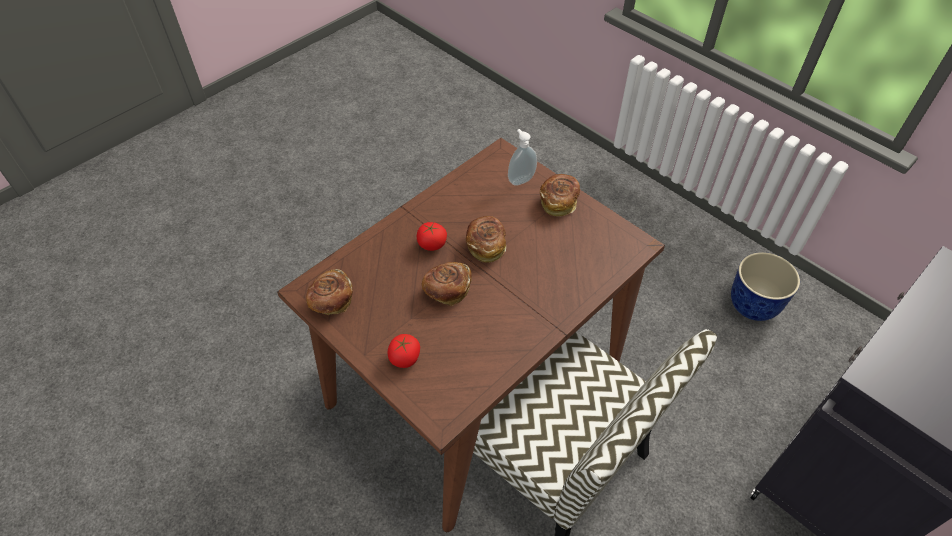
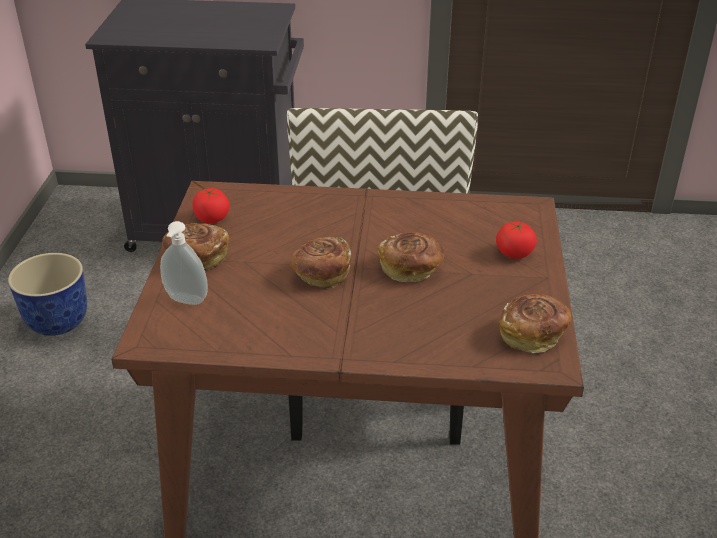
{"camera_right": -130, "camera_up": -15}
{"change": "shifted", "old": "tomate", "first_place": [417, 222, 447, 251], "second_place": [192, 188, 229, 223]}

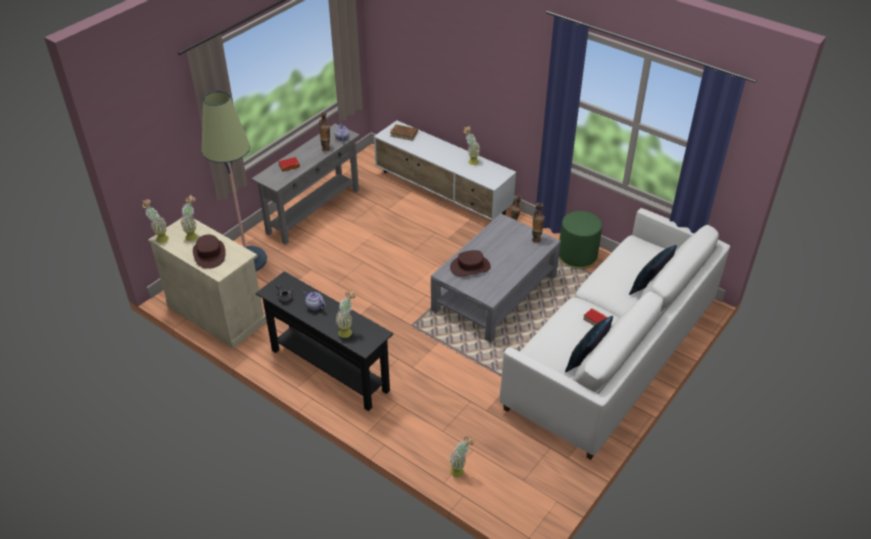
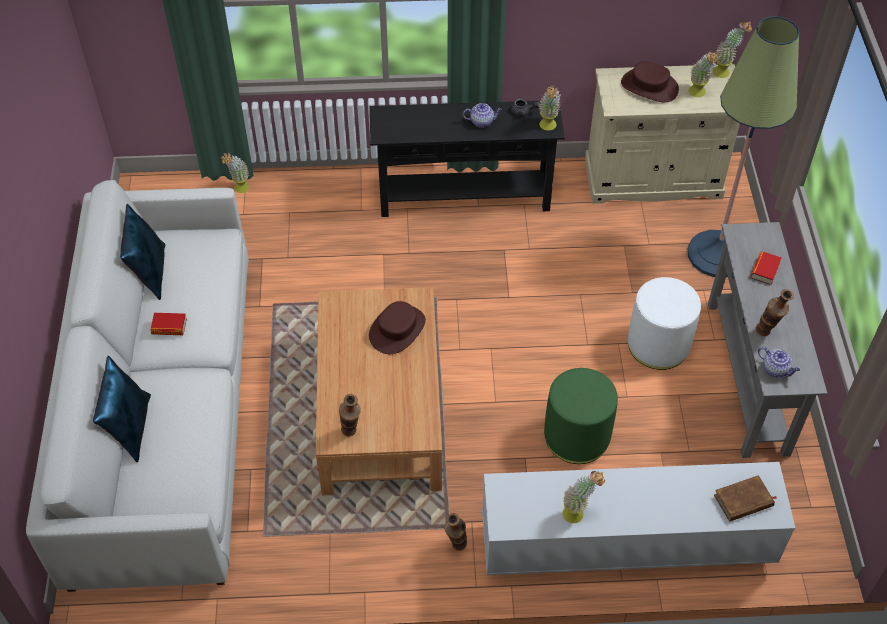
{"camera_right": 140, "camera_up": 10}
{"change": "shifted", "old": "planta en maceta", "first_place": [336, 290, 356, 338], "second_place": [539, 85, 561, 130]}
{"change": "repainted", "old": "mesa de centro (gris)", "new": "mesa de centro (marrón)", "first_place": [431, 214, 561, 343], "second_place": [316, 287, 442, 495]}
{"change": "shifted", "old": "puf (verde)", "first_place": [559, 211, 602, 269], "second_place": [544, 368, 618, 464]}
{"change": "new", "new": "puf (blanco)", "second_place": [628, 277, 701, 370]}

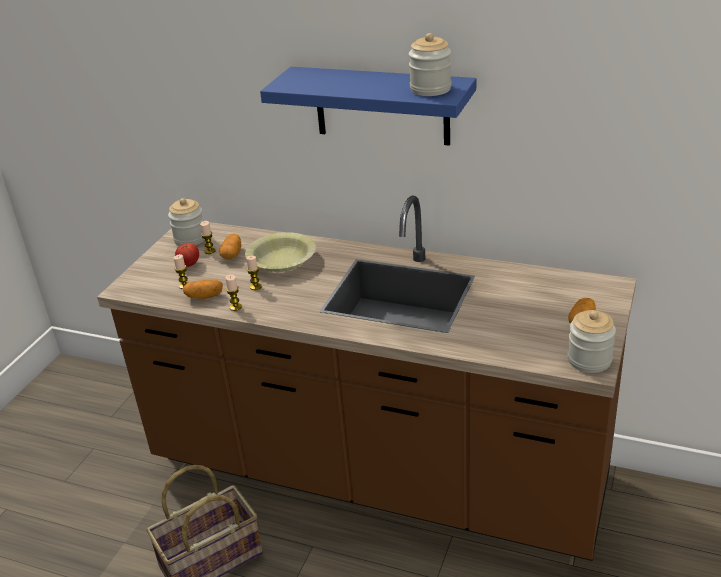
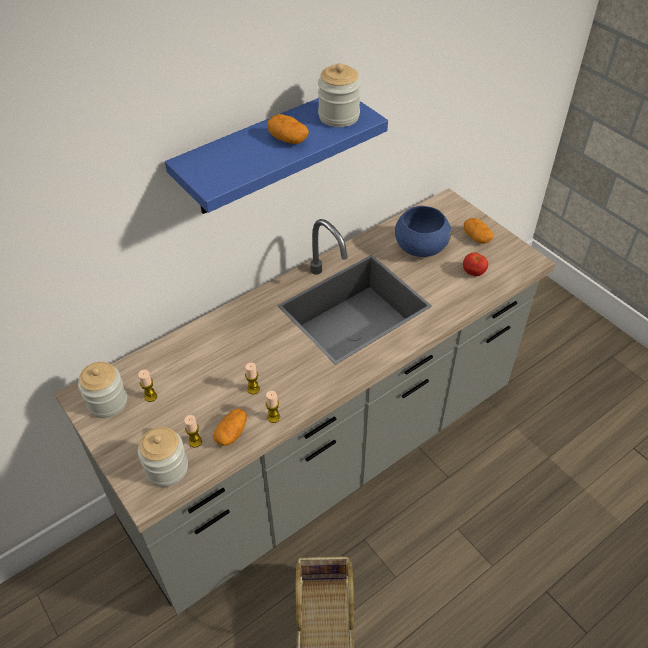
{"camera_right": -60, "camera_up": 15}
{"change": "repainted", "old": "mueble bajo de cocina (marrón)", "new": "mueble bajo de cocina (gris)", "first_place": [97, 196, 636, 561], "second_place": [54, 188, 555, 615]}
{"change": "shifted", "old": "tomate", "first_place": [175, 243, 199, 267], "second_place": [463, 252, 488, 276]}
{"change": "shifted", "old": "patata", "first_place": [219, 234, 242, 259], "second_place": [267, 114, 309, 144]}
{"change": "gone", "old": "cuenco (amarillo)", "first_place": [245, 232, 316, 272]}
{"change": "shifted", "old": "tarro", "first_place": [567, 310, 616, 373], "second_place": [138, 427, 188, 487]}
{"change": "new", "new": "cuenco (azul)", "second_place": [395, 206, 451, 257]}

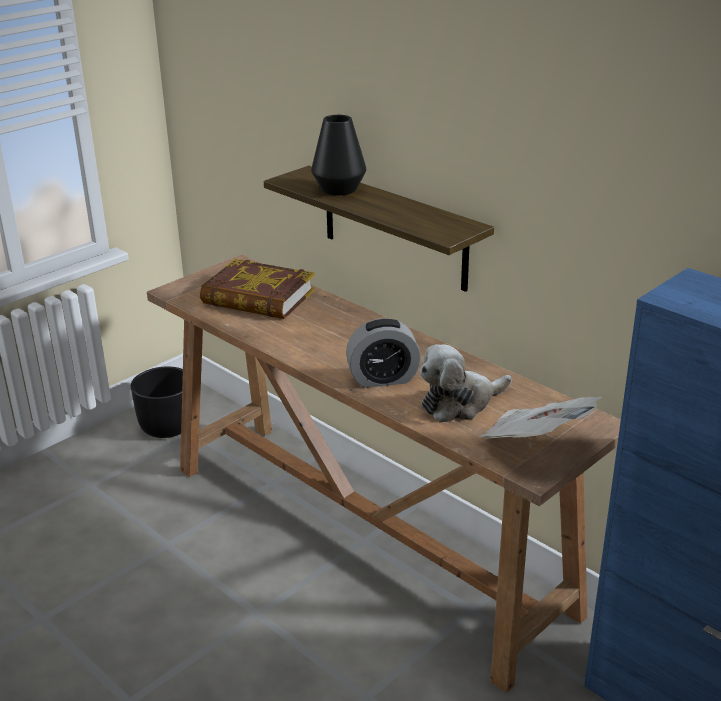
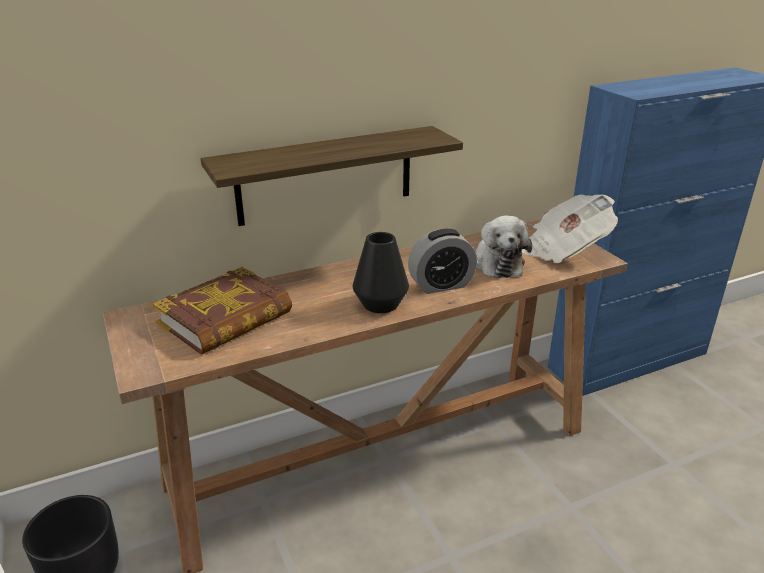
{"camera_right": -70, "camera_up": 0}
{"change": "shifted", "old": "florero (negro)", "first_place": [311, 115, 366, 196], "second_place": [353, 232, 409, 313]}
{"change": "rotated", "old": "despertador", "first_place": [346, 318, 421, 388], "second_place": [408, 229, 477, 294], "degrees": 60}

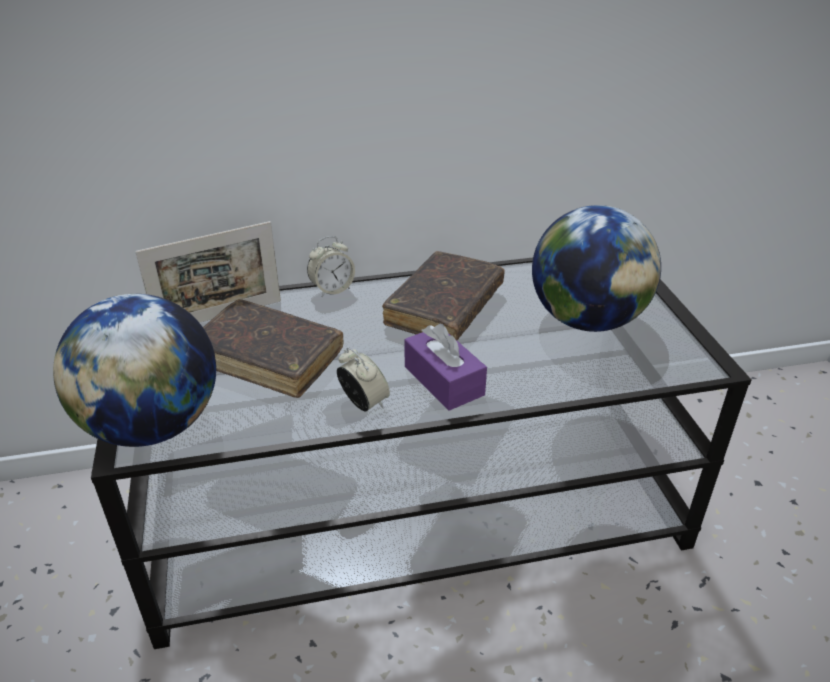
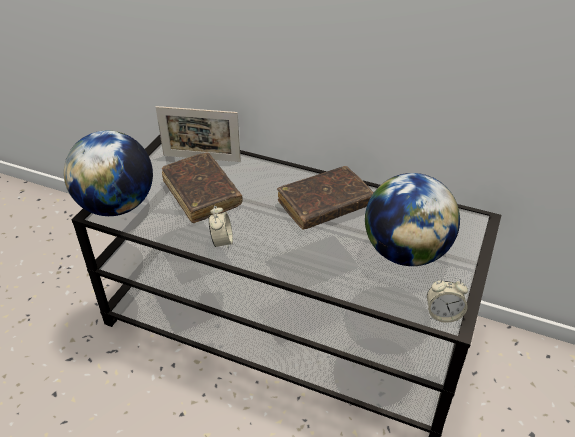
{"camera_right": 35, "camera_up": 5}
{"change": "shifted", "old": "despertador", "first_place": [307, 236, 355, 297], "second_place": [427, 277, 468, 323]}
{"change": "gone", "old": "caja de pañuelos (morado)", "first_place": [404, 324, 487, 411]}

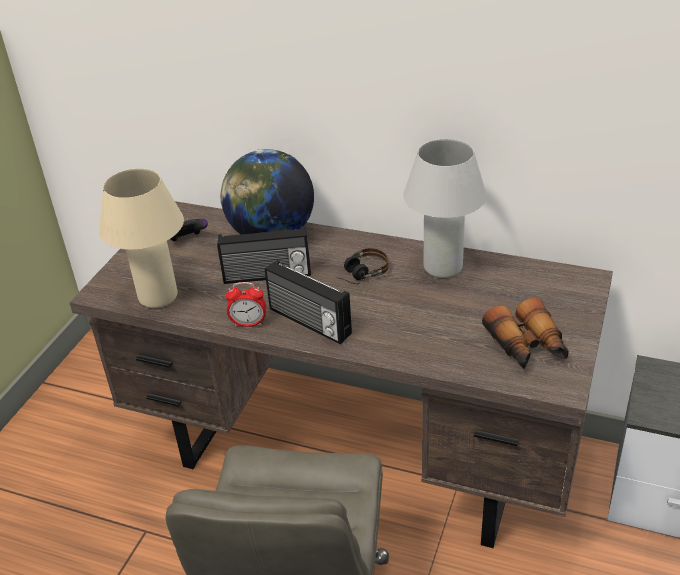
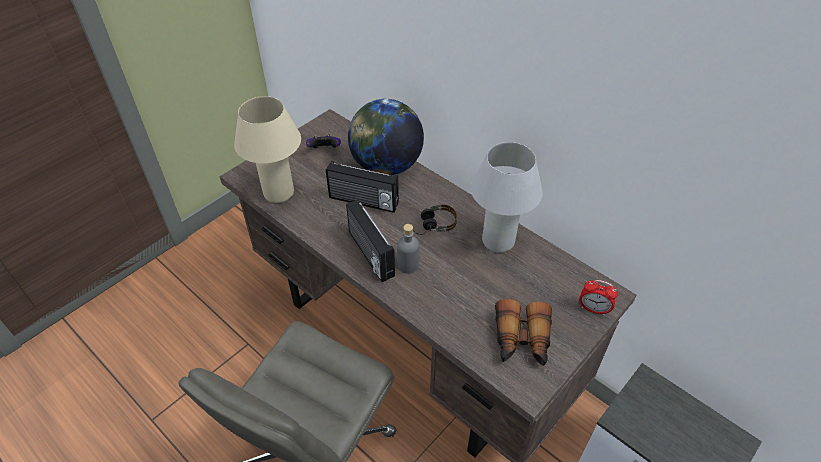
{"camera_right": 20, "camera_up": 10}
{"change": "shifted", "old": "despertador", "first_place": [226, 282, 266, 327], "second_place": [579, 280, 618, 315]}
{"change": "new", "new": "botella (gris)", "second_place": [397, 224, 419, 274]}

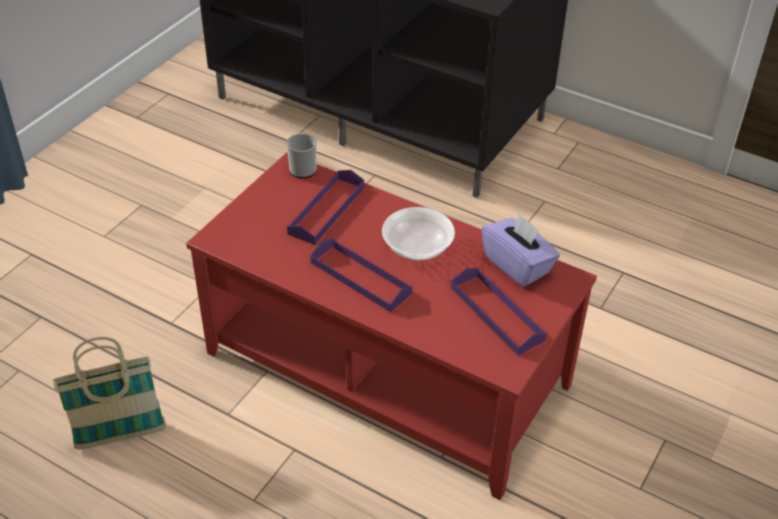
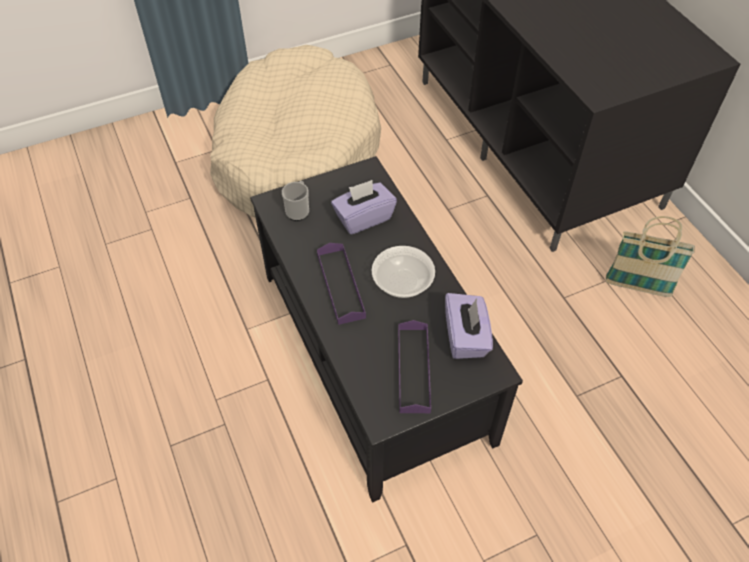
{"camera_right": 35, "camera_up": 10}
{"change": "shifted", "old": "cesta", "first_place": [53, 337, 166, 450], "second_place": [605, 216, 695, 297]}
{"change": "repainted", "old": "mesa de centro (rojo)", "new": "mesa de centro (negro)", "first_place": [186, 152, 597, 500], "second_place": [250, 156, 523, 502]}
{"change": "shifted", "old": "taza grande", "first_place": [286, 133, 317, 178], "second_place": [282, 181, 309, 221]}
{"change": "swapped", "old": "bandeja (morado)", "new": "caja de pañuelos (morado)", "first_place": [287, 170, 364, 245], "second_place": [331, 180, 397, 234]}
{"change": "new", "new": "cama para perro (beis)", "second_place": [210, 45, 381, 218]}

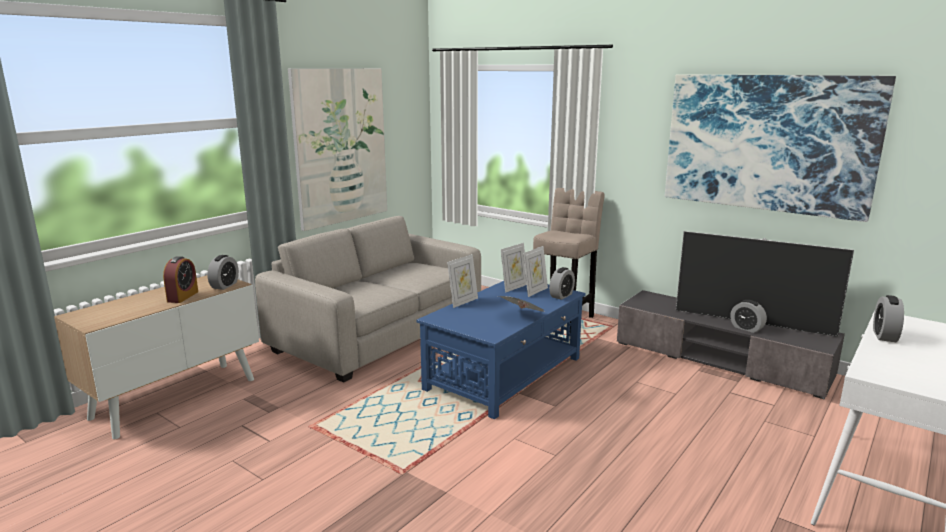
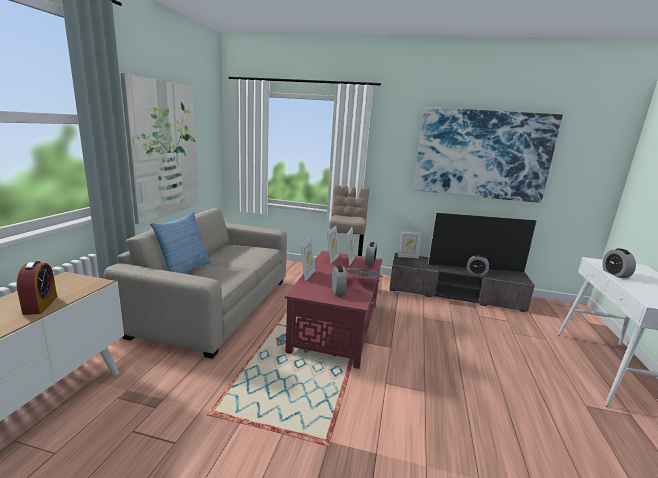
{"camera_right": -25, "camera_up": 0}
{"change": "shifted", "old": "despertador", "first_place": [207, 255, 239, 290], "second_place": [331, 266, 347, 295]}
{"change": "repainted", "old": "mesa de centro (azul)", "new": "mesa de centro (rojo)", "first_place": [417, 281, 586, 419], "second_place": [285, 251, 382, 369]}
{"change": "new", "new": "cojín", "second_place": [150, 211, 212, 274]}
{"change": "new", "new": "portarretratos", "second_place": [398, 231, 421, 258]}

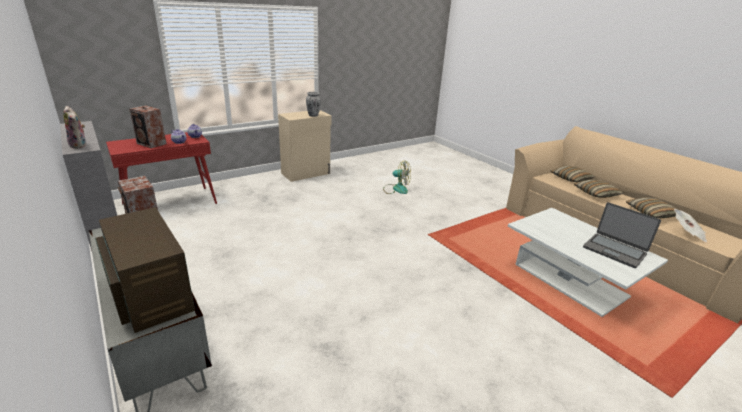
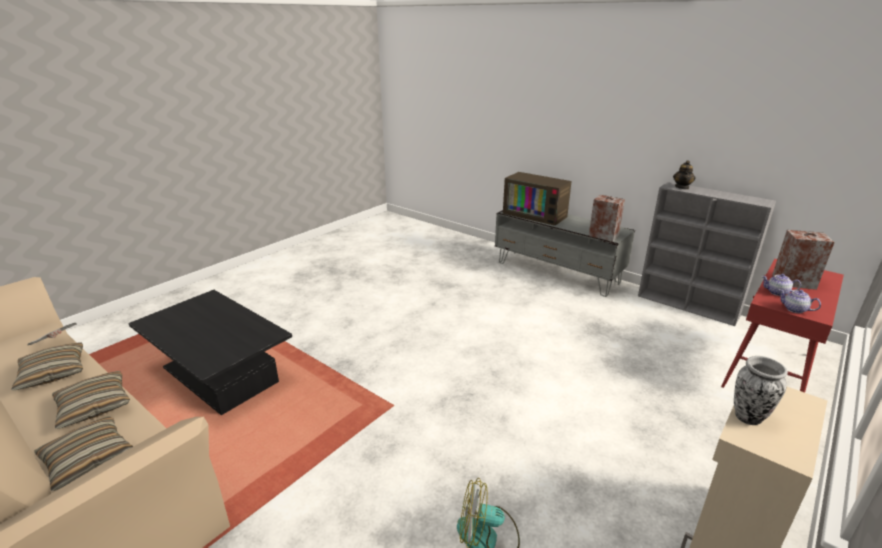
{"camera_right": 165, "camera_up": 0}
{"change": "swapped", "old": "peluche", "new": "tetera", "first_place": [63, 106, 86, 149], "second_place": [673, 160, 696, 189]}
{"change": "repainted", "old": "mesa de centro (blanco)", "new": "mesa de centro (negro)", "first_place": [508, 208, 668, 317], "second_place": [128, 290, 292, 415]}
{"change": "gone", "old": "portátil", "first_place": [583, 202, 661, 268]}

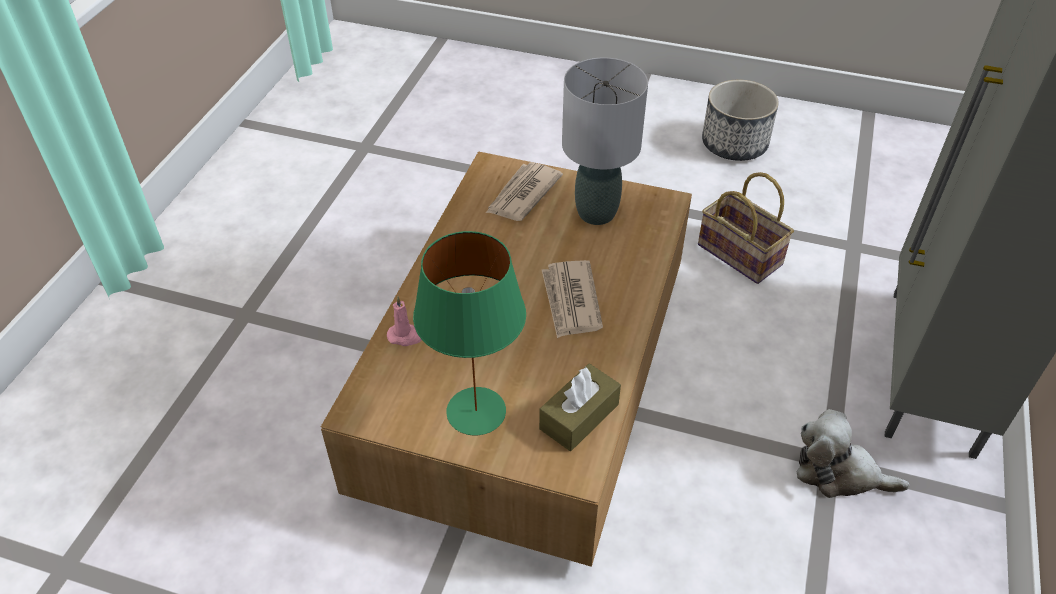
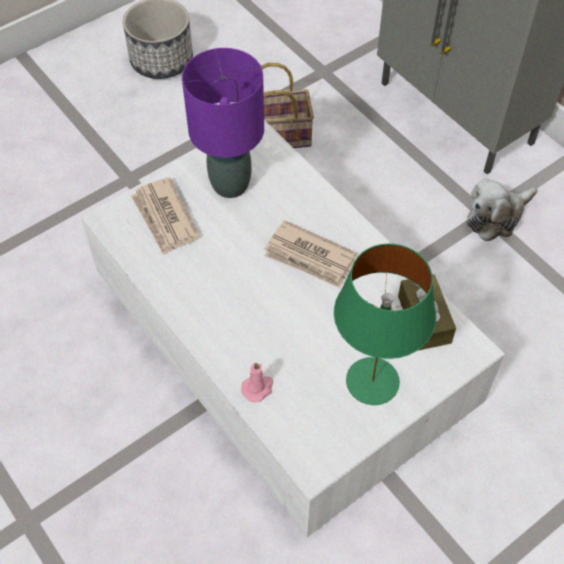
{"camera_right": -55, "camera_up": 10}
{"change": "repainted", "old": "mesa de centro (marrón)", "new": "mesa de centro (blanco)", "first_place": [321, 151, 692, 567], "second_place": [81, 120, 504, 537]}
{"change": "repainted", "old": "lámpara de mesa (gris)", "new": "lámpara de mesa (morado)", "first_place": [562, 58, 648, 225], "second_place": [182, 48, 264, 198]}

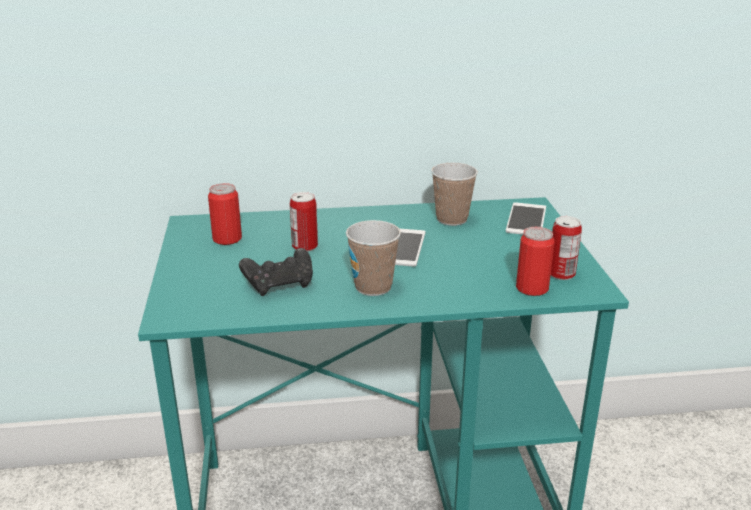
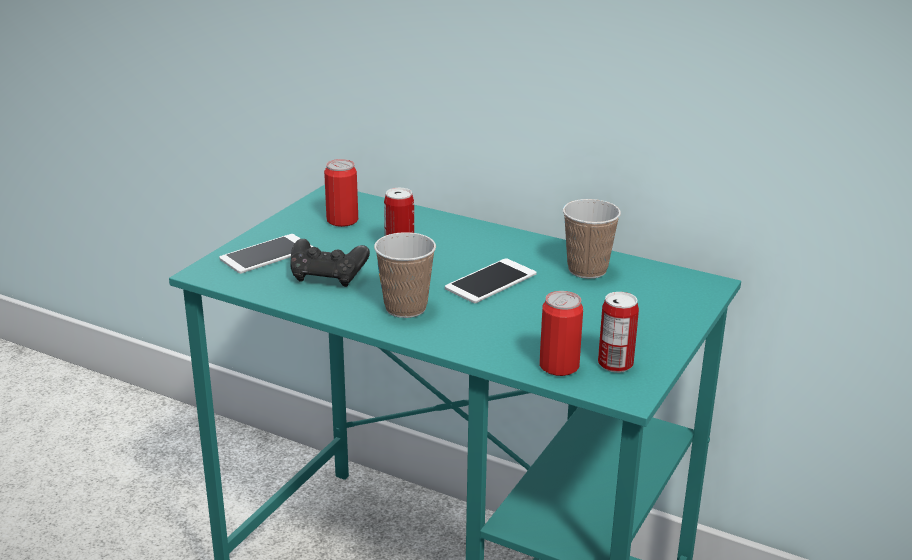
{"camera_right": 35, "camera_up": 0}
{"change": "shifted", "old": "móvil", "first_place": [506, 202, 546, 235], "second_place": [219, 234, 313, 274]}

